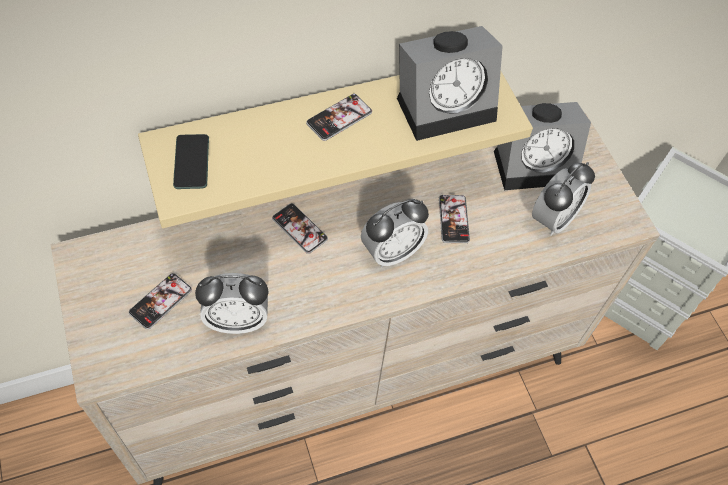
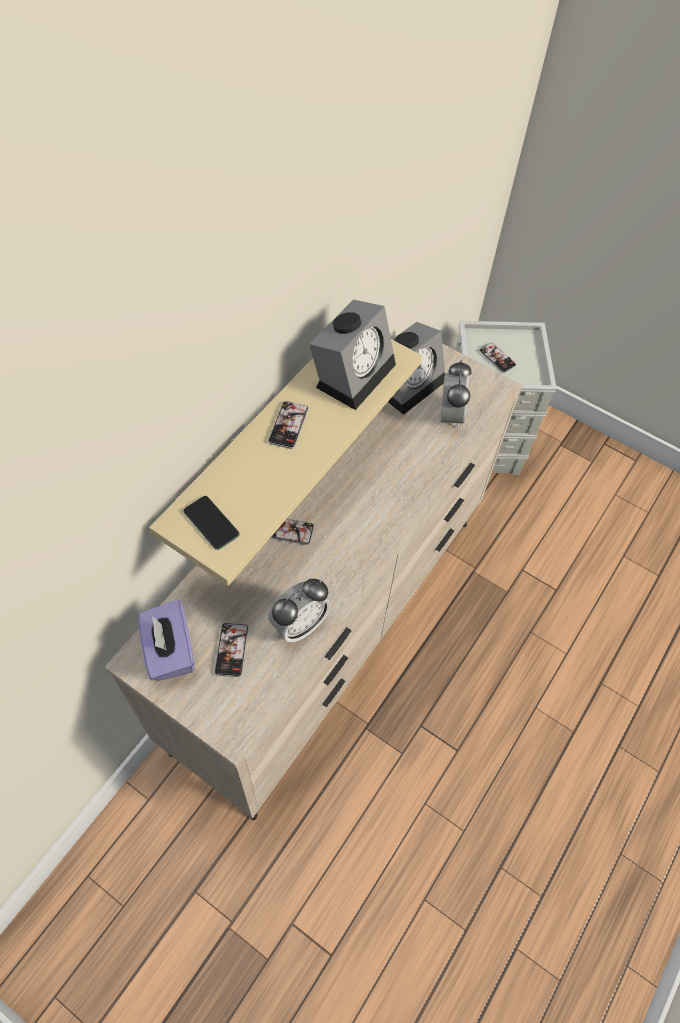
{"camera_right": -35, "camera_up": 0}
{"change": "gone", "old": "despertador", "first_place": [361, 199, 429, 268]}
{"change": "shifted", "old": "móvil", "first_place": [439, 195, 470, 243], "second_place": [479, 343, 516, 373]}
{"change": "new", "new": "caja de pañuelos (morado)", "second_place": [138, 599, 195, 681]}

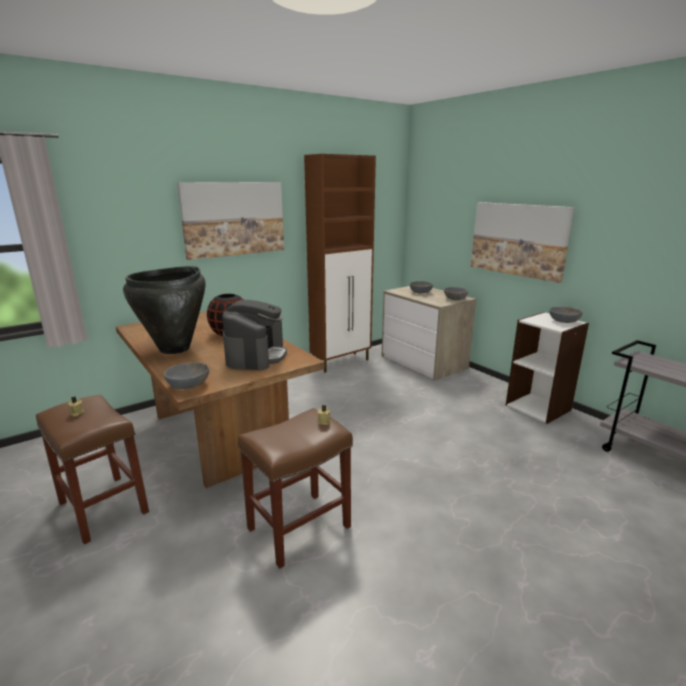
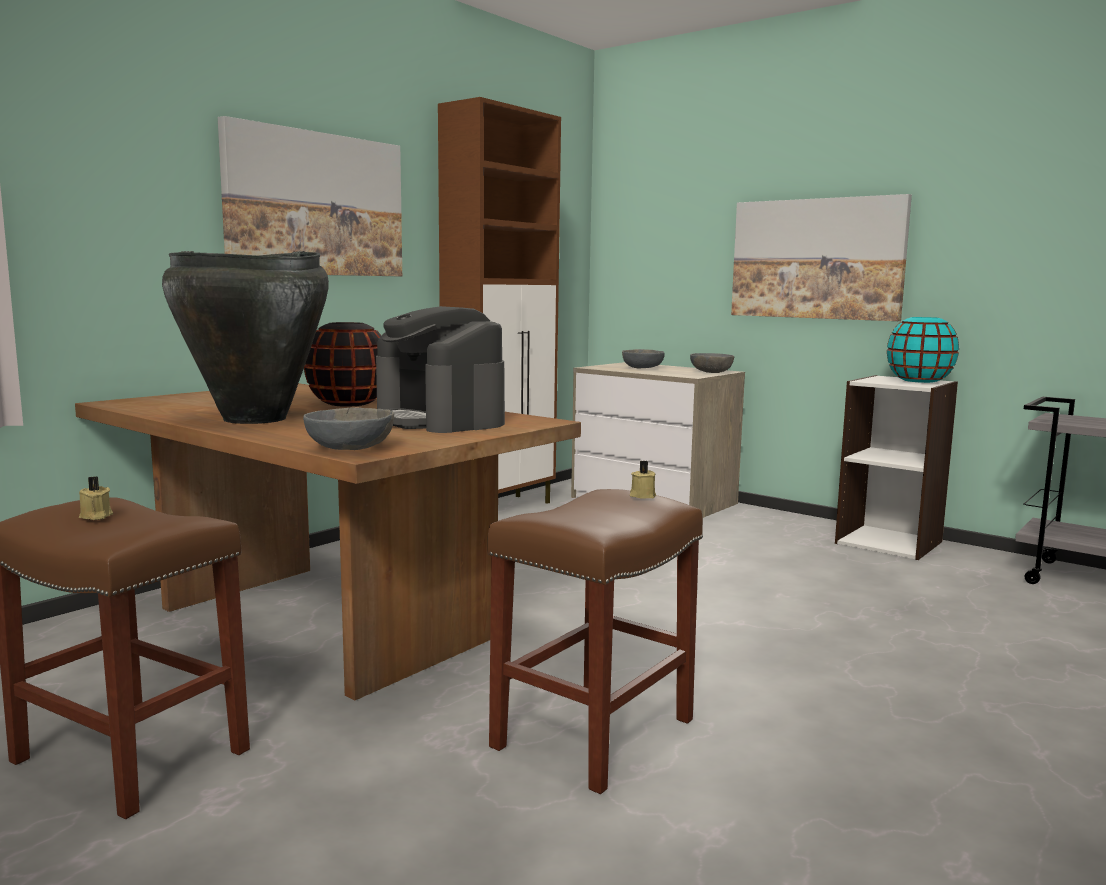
{"camera_right": -15, "camera_up": -10}
{"change": "rotated", "old": "cafetera", "first_place": [222, 300, 287, 370], "second_place": [376, 306, 505, 433], "degrees": 150}
{"change": "swapped", "old": "cuenco (gris)", "new": "florero (turquesa)", "first_place": [549, 307, 583, 323], "second_place": [887, 317, 959, 383]}

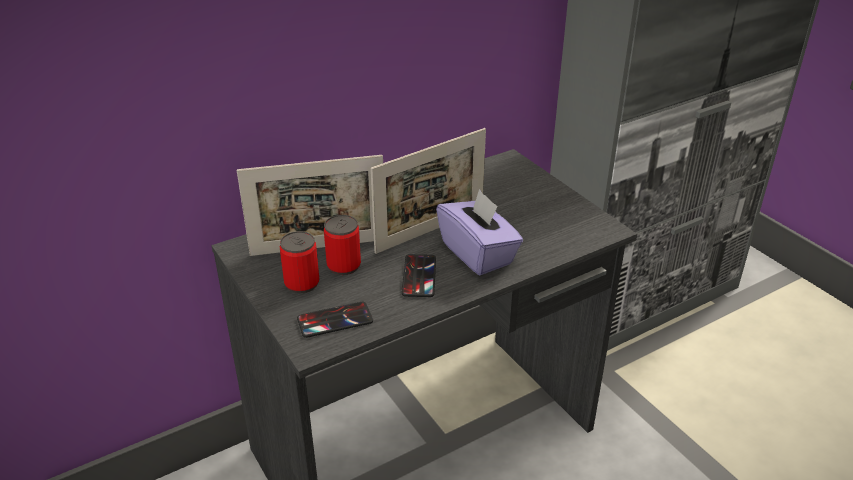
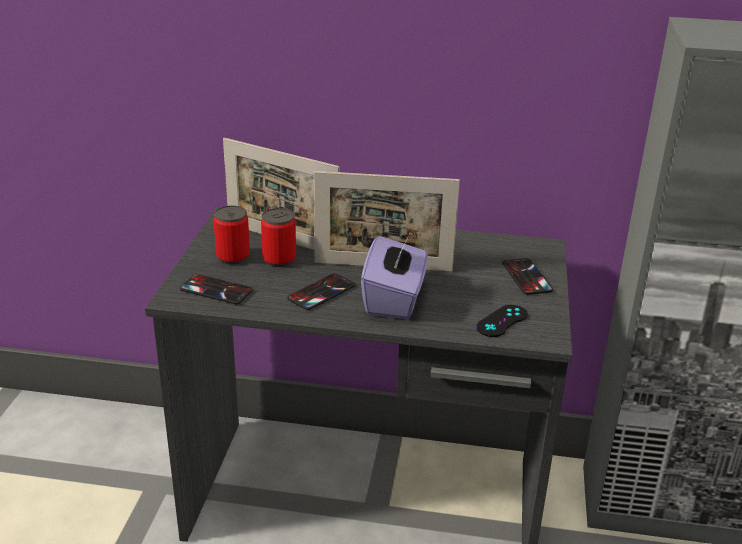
{"camera_right": 40, "camera_up": -5}
{"change": "new", "new": "mando de consola (negro)", "second_place": [476, 305, 528, 337]}
{"change": "new", "new": "móvil", "second_place": [502, 258, 553, 295]}

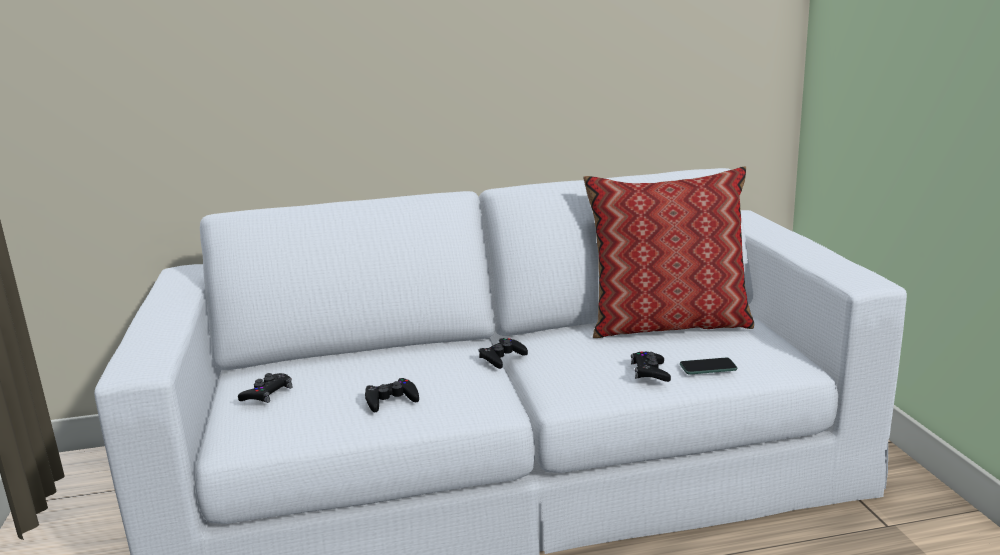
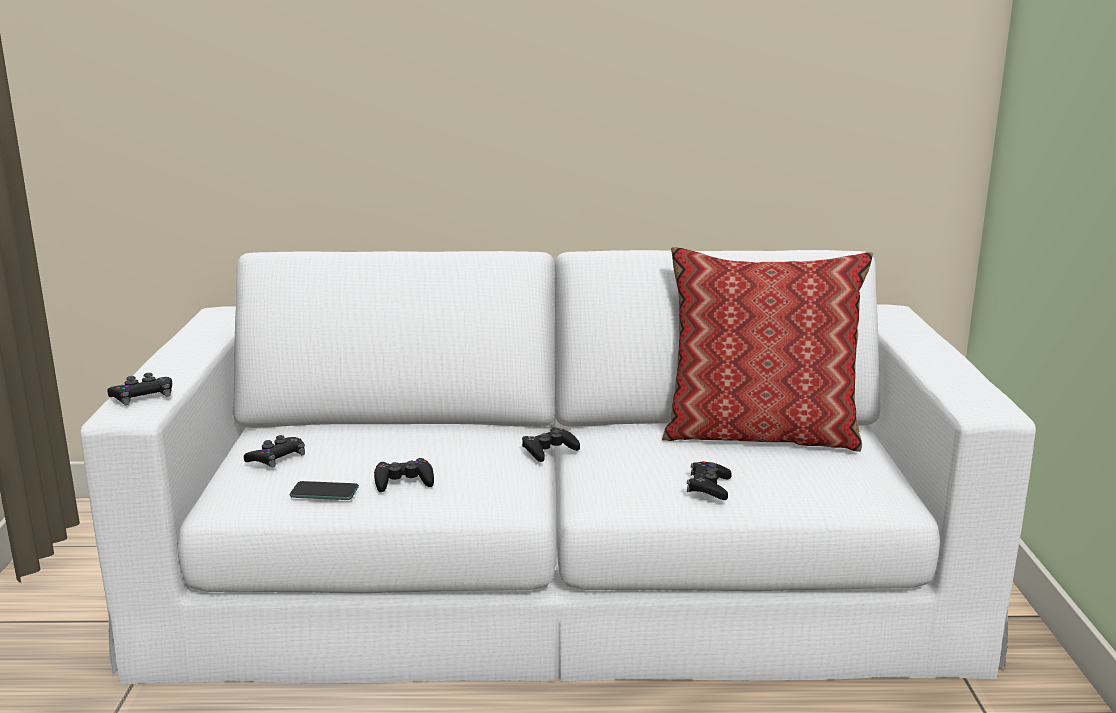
{"camera_right": 10, "camera_up": 0}
{"change": "shifted", "old": "móvil", "first_place": [680, 358, 737, 374], "second_place": [290, 481, 359, 500]}
{"change": "new", "new": "mando de consola (negro)", "second_place": [107, 373, 172, 405]}

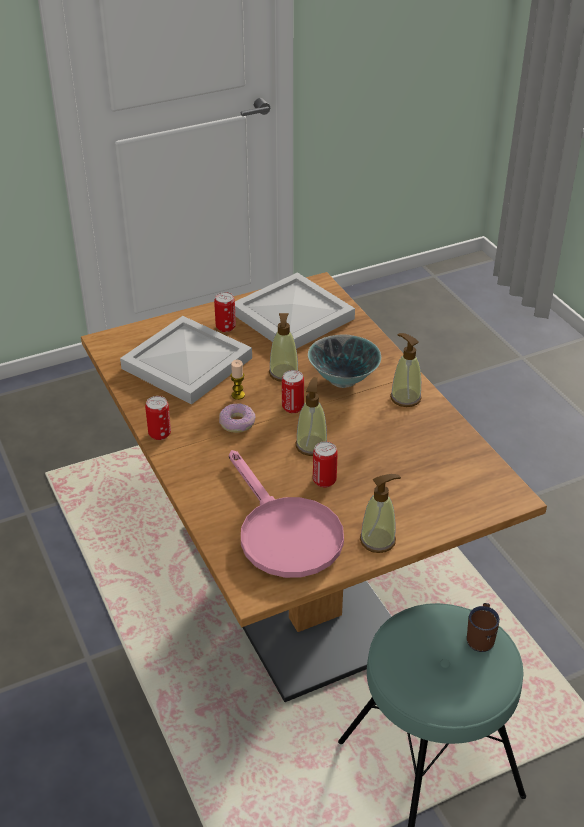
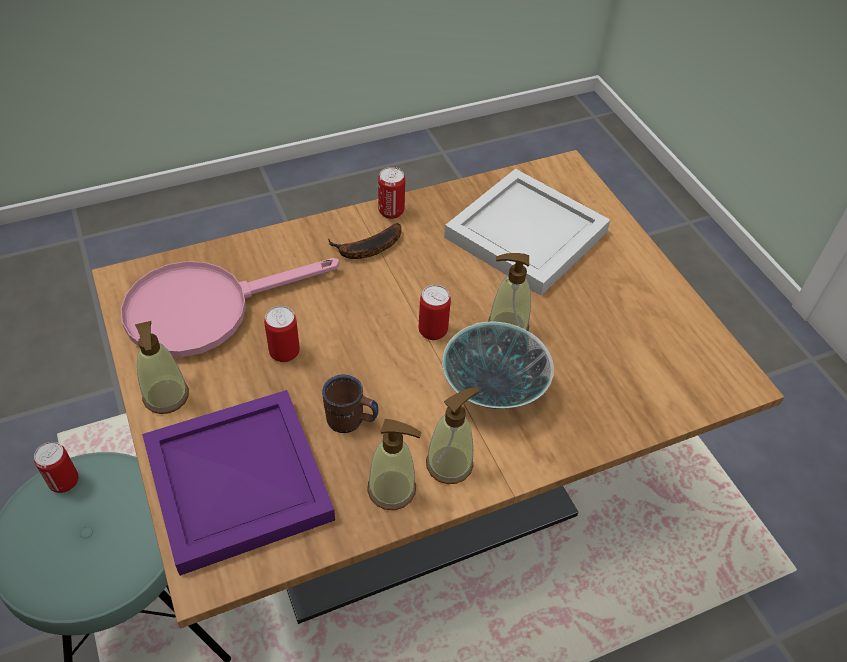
{"camera_right": 90, "camera_up": 10}
{"change": "shifted", "old": "lata", "first_place": [214, 292, 236, 332], "second_place": [34, 442, 79, 493]}
{"change": "gone", "old": "rosquilla", "first_place": [219, 404, 256, 433]}
{"change": "gone", "old": "vela", "first_place": [230, 360, 245, 400]}
{"change": "gone", "old": "bandeja (blanco)", "first_place": [235, 273, 355, 349]}
{"change": "shifted", "old": "dispensador de jabón", "first_place": [296, 377, 327, 456], "second_place": [367, 419, 422, 510]}
{"change": "shifted", "old": "taza grande (marrón)", "first_place": [467, 603, 500, 652], "second_place": [322, 374, 378, 433]}
{"change": "new", "new": "bandeja (morado)", "second_place": [142, 390, 335, 576]}
{"change": "new", "new": "plátano", "second_place": [328, 223, 402, 259]}

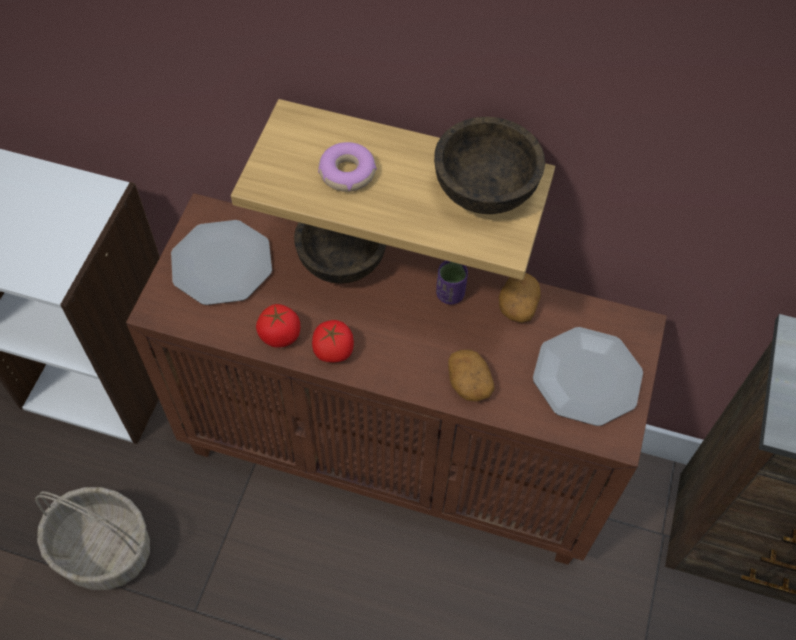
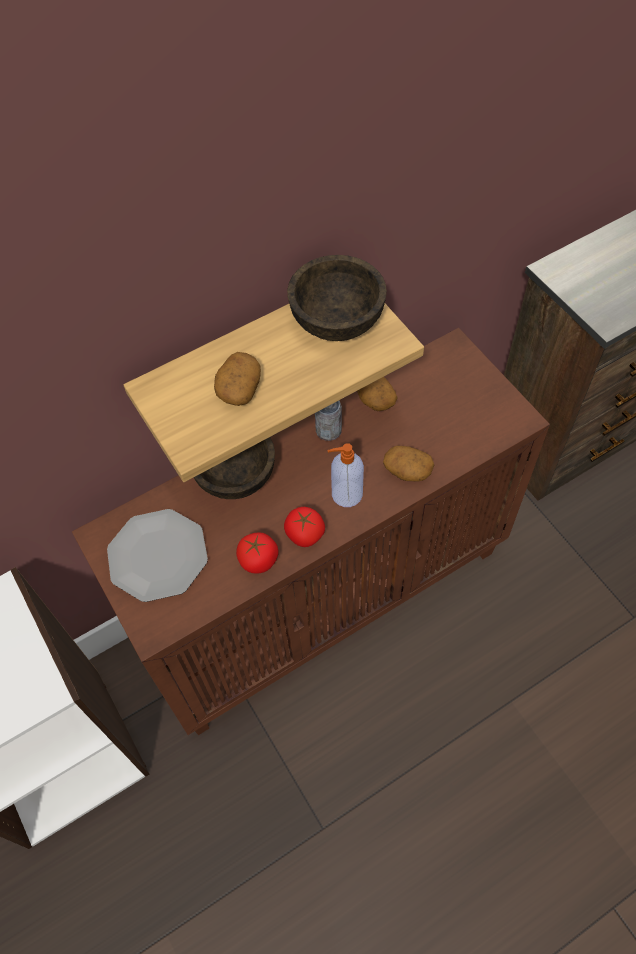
{"camera_right": -45, "camera_up": 0}
{"change": "gone", "old": "cesta", "first_place": [36, 487, 150, 590]}
{"change": "swapped", "old": "rosquilla", "new": "patata", "first_place": [318, 142, 377, 192], "second_place": [214, 352, 261, 406]}
{"change": "swapped", "old": "taza (morado)", "new": "lata", "first_place": [436, 261, 468, 304], "second_place": [315, 401, 342, 441]}
{"change": "gone", "old": "plato", "first_place": [533, 327, 643, 426]}
{"change": "new", "new": "dispensador de jabón", "second_place": [327, 443, 364, 507]}

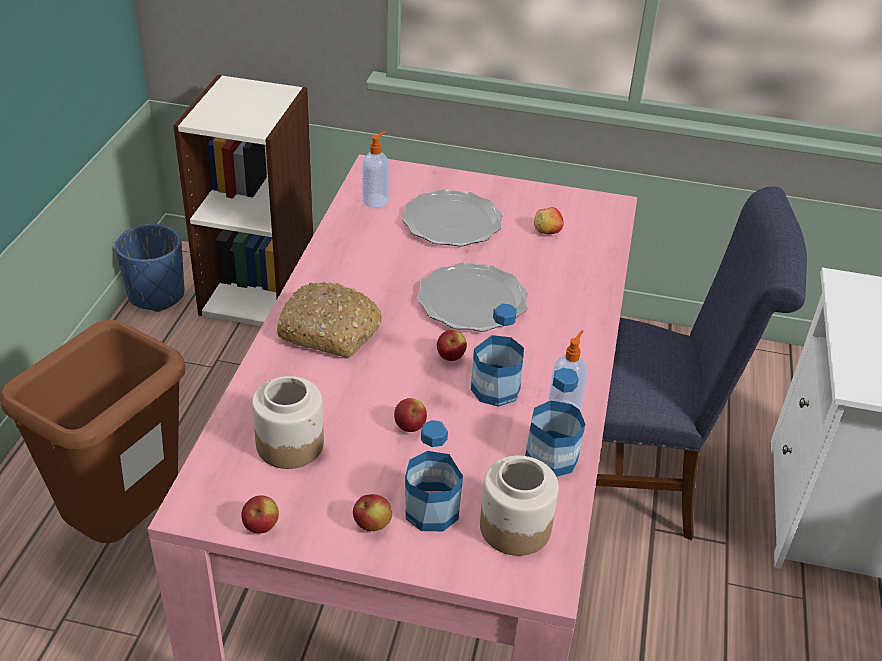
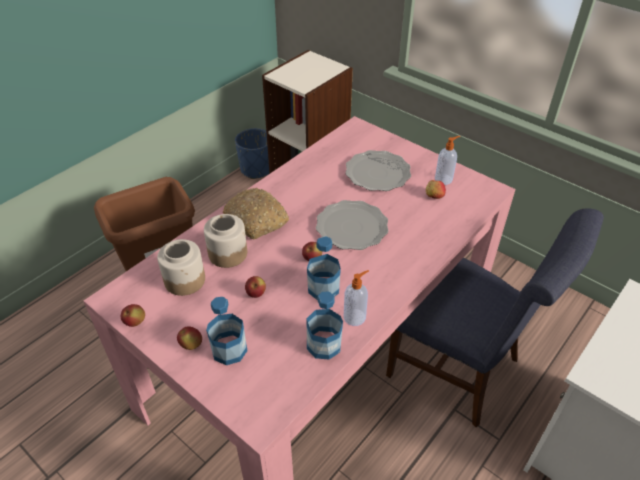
{"camera_right": 30, "camera_up": 5}
{"change": "shifted", "old": "dispensador de jabón", "first_place": [362, 131, 389, 208], "second_place": [435, 136, 460, 185]}
{"change": "shifted", "old": "tarro", "first_place": [480, 455, 559, 556], "second_place": [204, 214, 247, 268]}

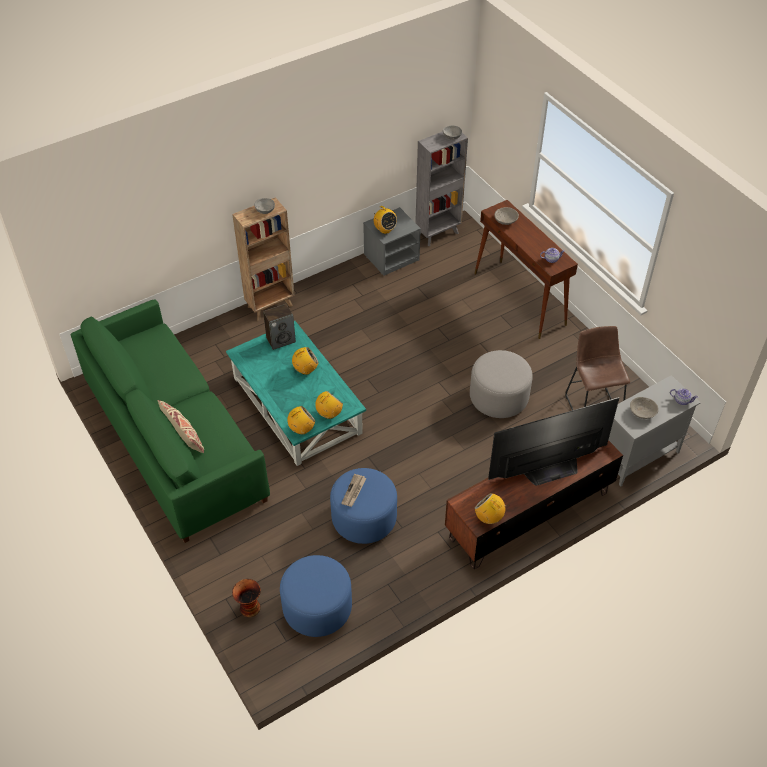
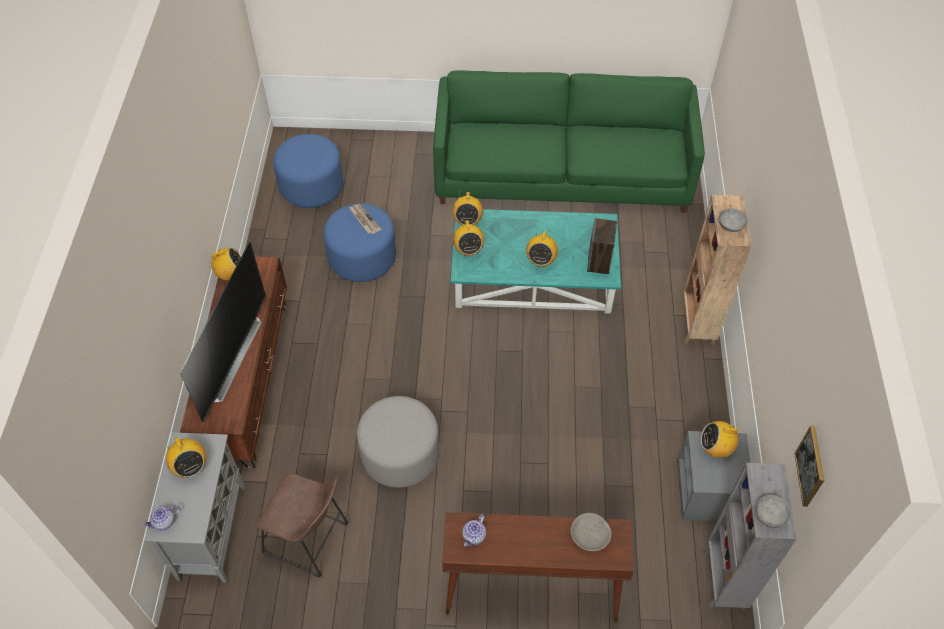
{"camera_right": 125, "camera_up": 5}
{"change": "gone", "old": "cojín (beis)", "first_place": [158, 400, 204, 453]}
{"change": "gone", "old": "florero", "first_place": [232, 579, 261, 618]}
{"change": "swapped", "old": "cuenco (gris)", "new": "radio", "first_place": [630, 397, 659, 419], "second_place": [164, 437, 206, 478]}
{"change": "new", "new": "cuadro", "second_place": [794, 426, 824, 507]}

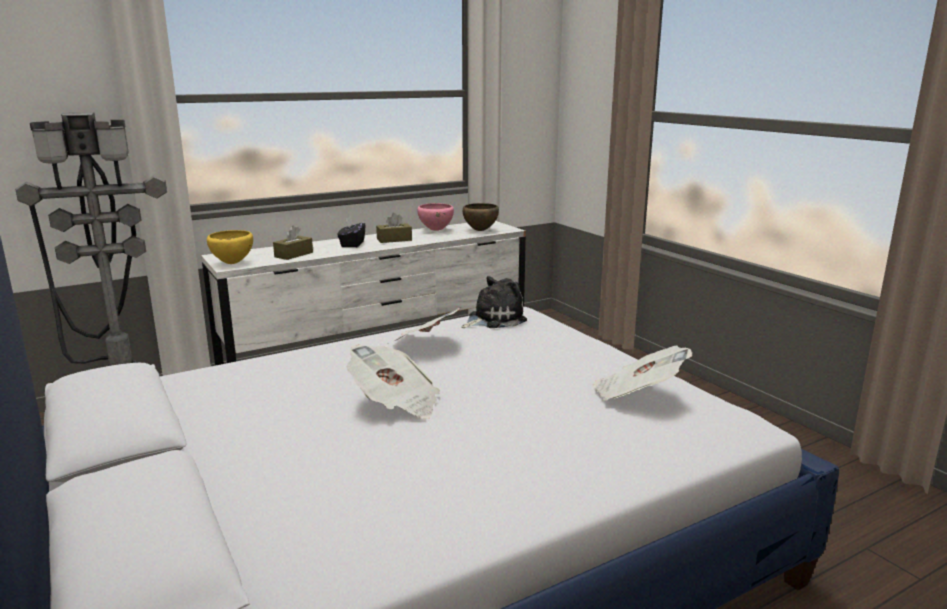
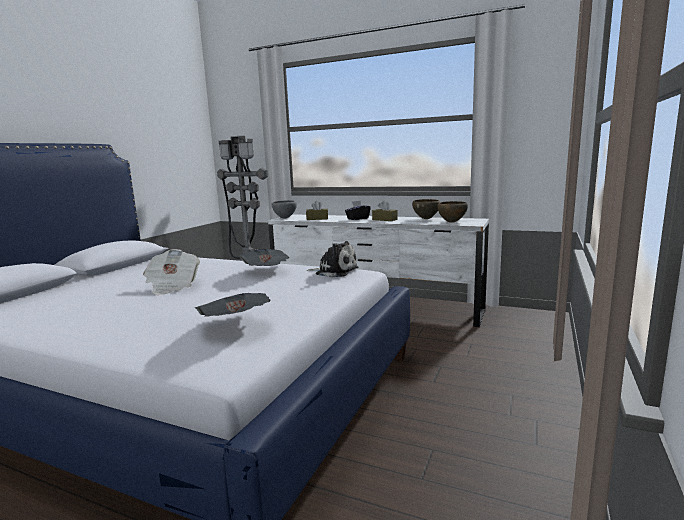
{"camera_right": 55, "camera_up": -5}
{"change": "repainted", "old": "cuenco (amarillo)", "new": "cuenco (gris)", "first_place": [207, 230, 253, 264], "second_place": [272, 200, 297, 219]}
{"change": "repainted", "old": "cuenco (rosa)", "new": "cuenco (marrón)", "first_place": [417, 203, 454, 231], "second_place": [412, 199, 440, 219]}

